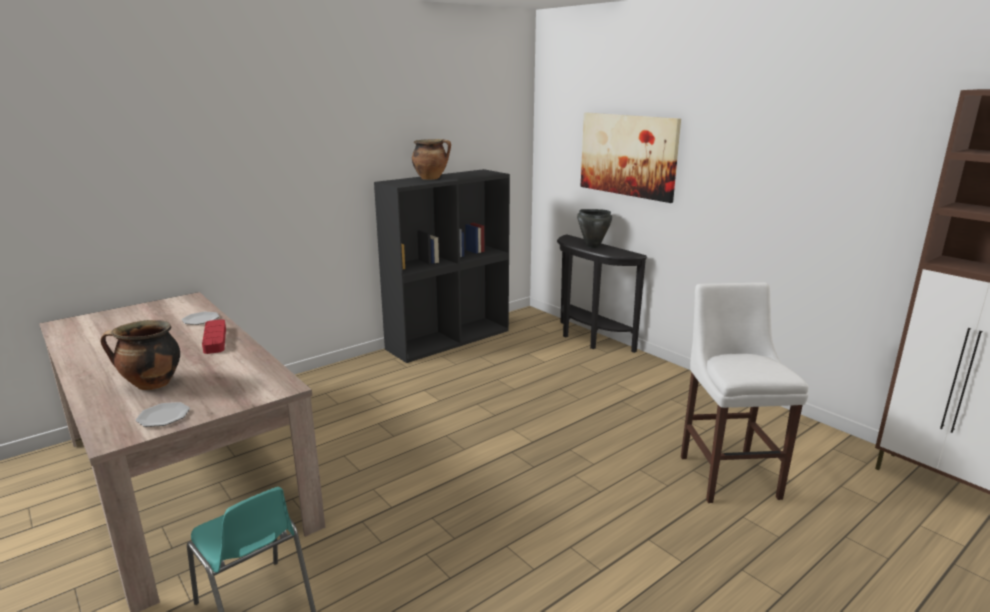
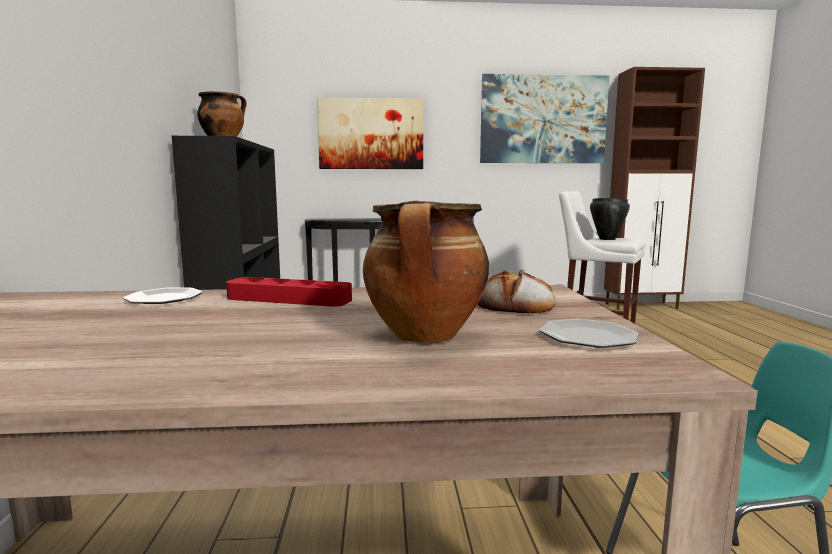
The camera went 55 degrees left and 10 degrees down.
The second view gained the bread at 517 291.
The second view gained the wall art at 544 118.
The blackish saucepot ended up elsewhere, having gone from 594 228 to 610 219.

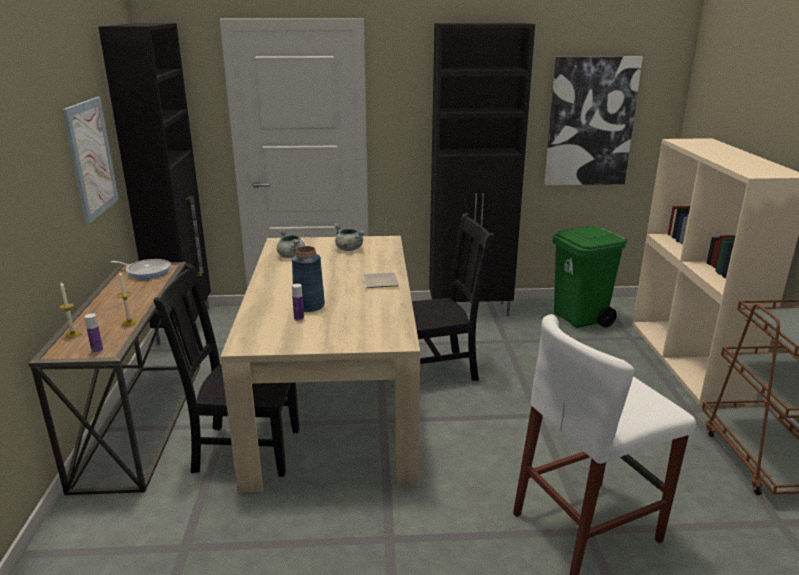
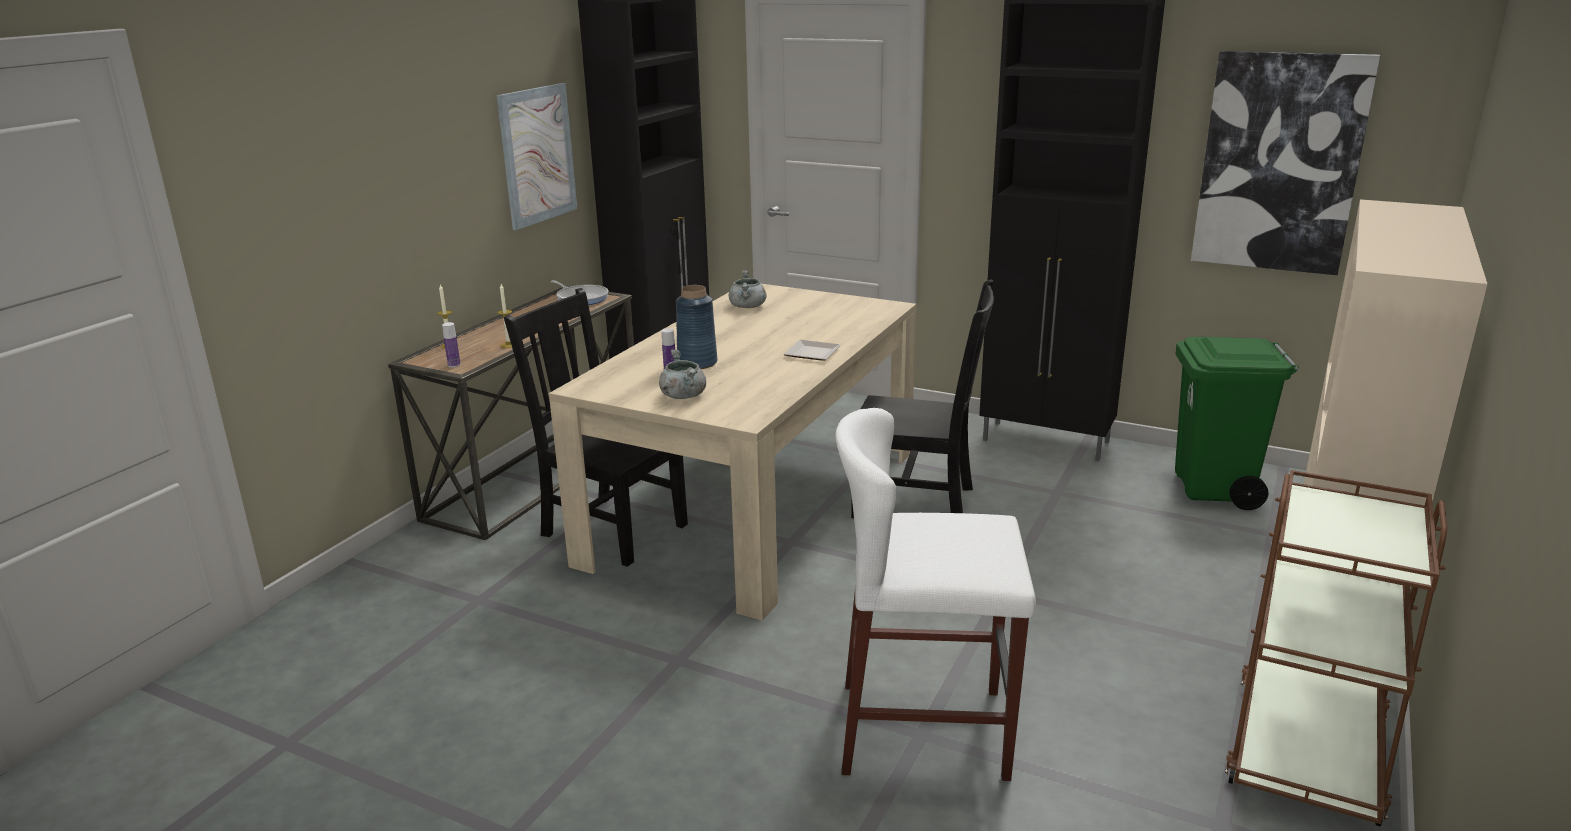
The camera went 30 degrees right and 0 degrees up.
The gray saucepot ended up elsewhere, having gone from 349 237 to 682 374.

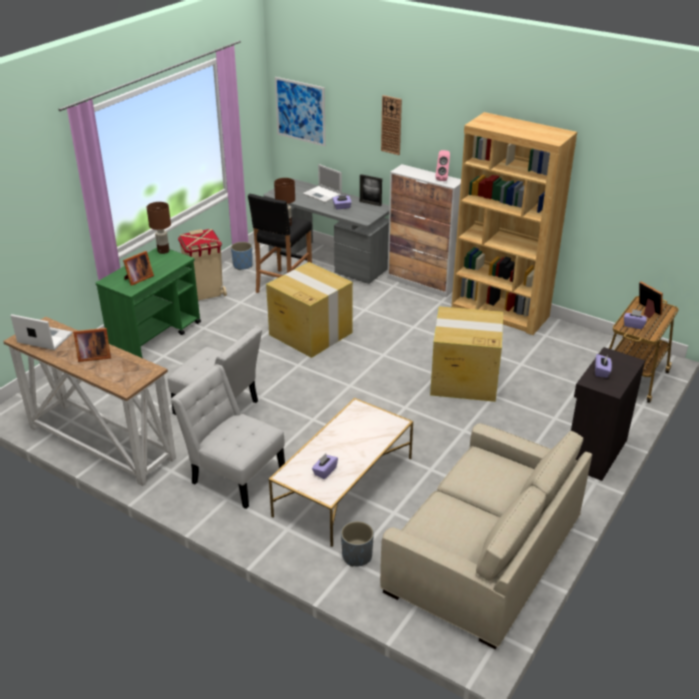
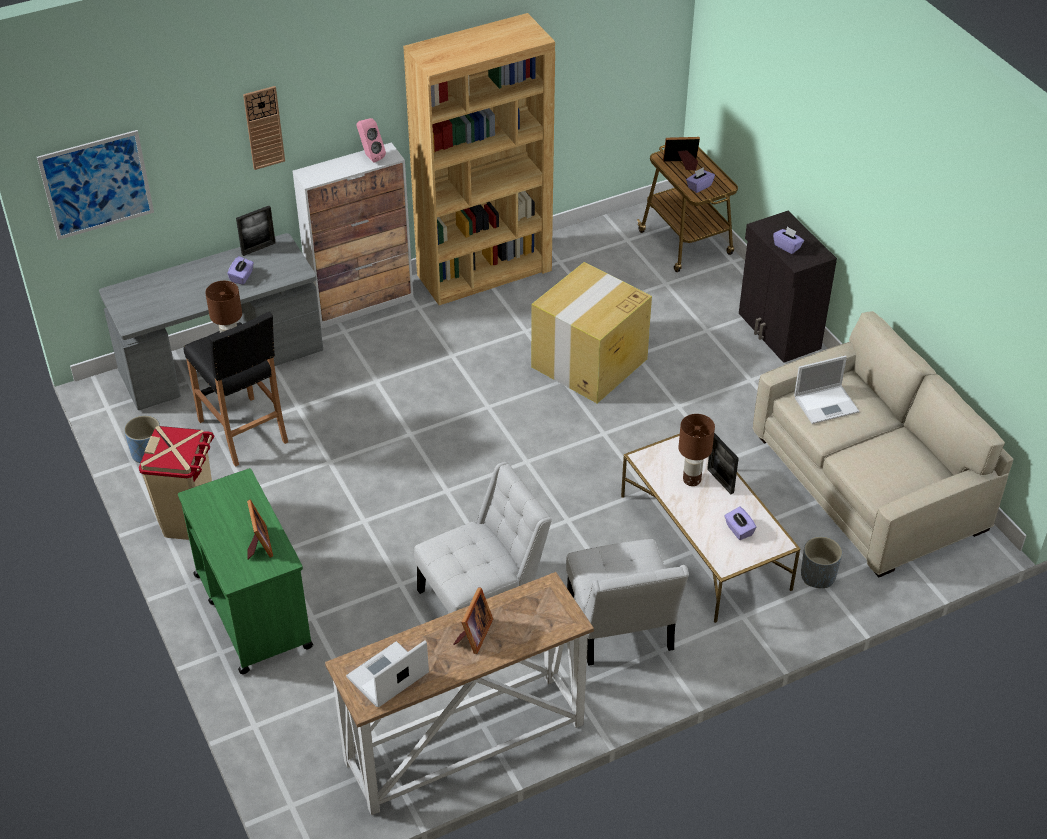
The camera went 60 degrees left and 10 degrees up.
The second view lost the carton at 309 310.
The second view gained the photo frame at 723 463.
The brown tabletop lamp ended up elsewhere, having gone from 159 228 to 696 450.
The portable computer ended up elsewhere, having gone from 322 183 to 826 389.
The whitish chair at 228 436 ended up facing another way, 75 degrees counterclockwise from before.

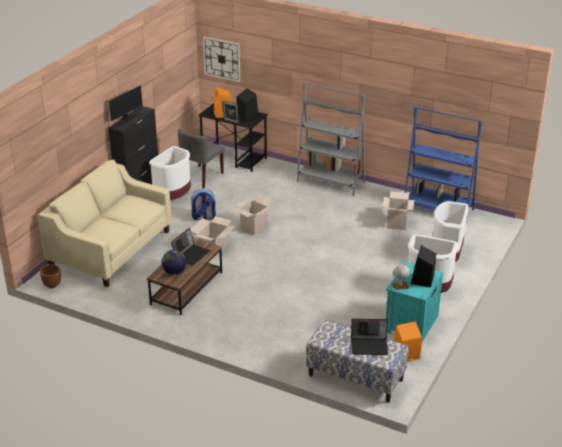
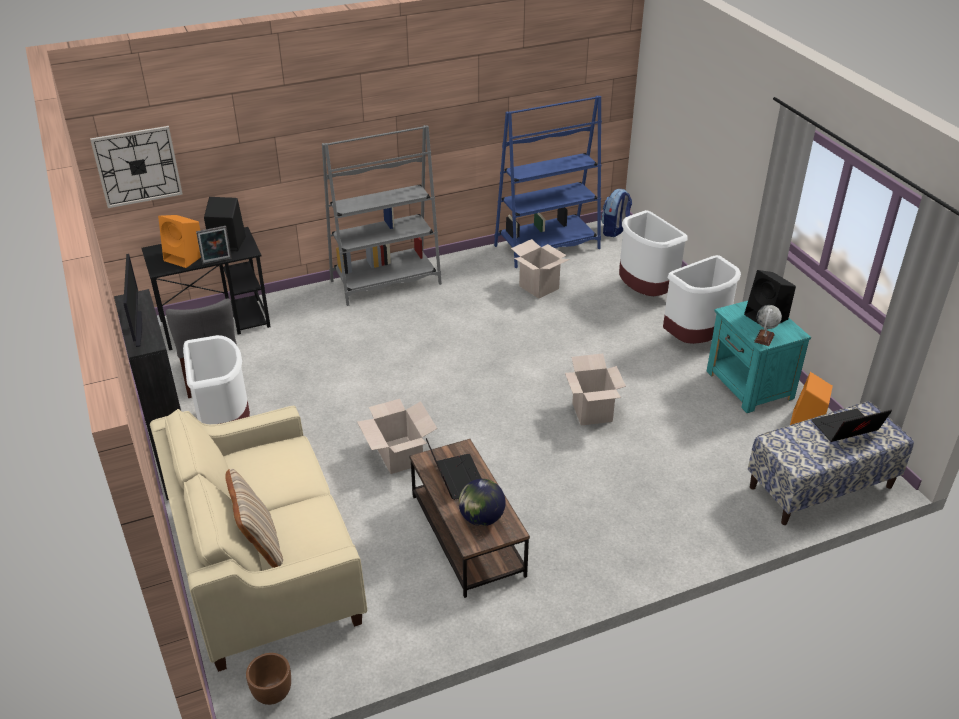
The camera went 50 degrees left and 5 degrees up.
The second view gained the sand-coloured throw pillow at 254 518.
The knapsack ended up elsewhere, having gone from 203 204 to 616 213.
The carton ended up elsewhere, having gone from 253 214 to 595 390.
The portable computer at 369 337 ended up facing another way, 150 degrees counterclockwise from before.

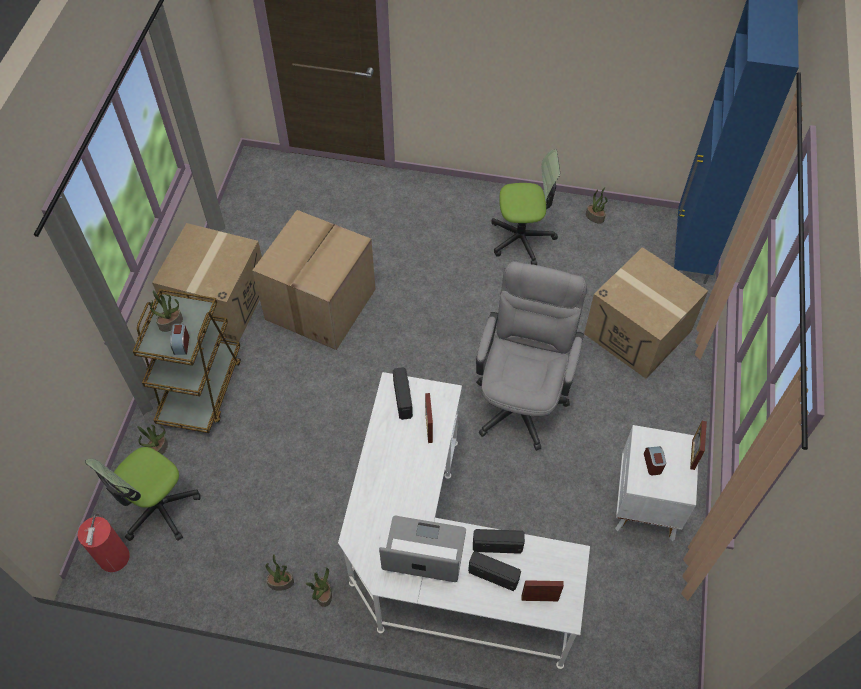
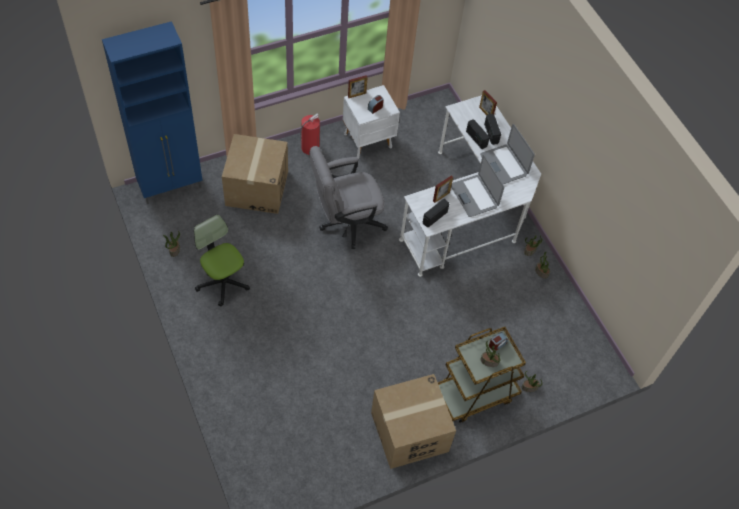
The camera went 130 degrees left and 0 degrees up.
The second view lost the office chair at 143 494.
The second view lost the carton at 313 280.
The second view gained the portable computer at 478 186.
The fire-fighting cylinder ended up elsewhere, having gone from 104 542 to 310 134.

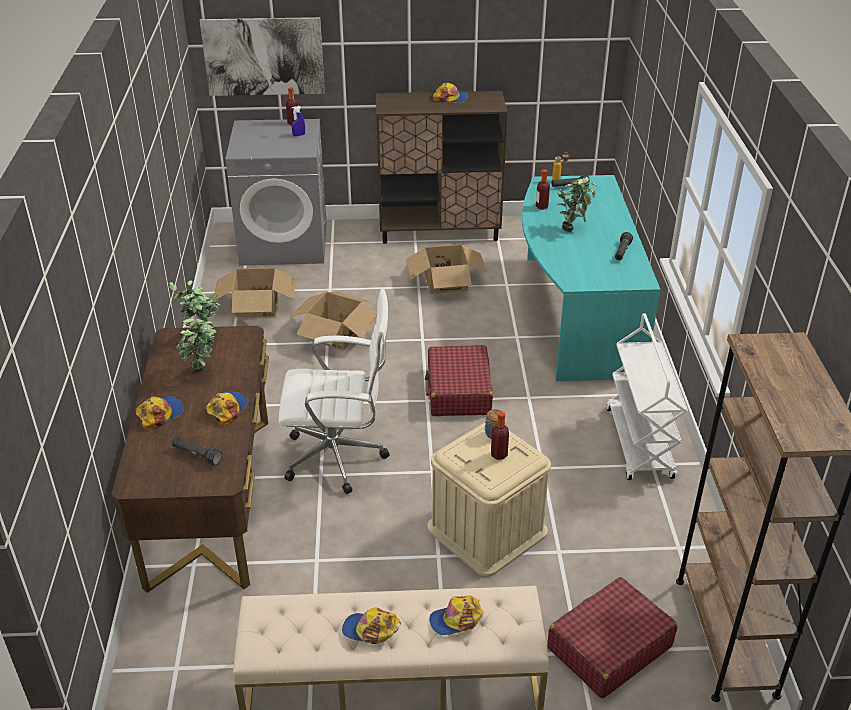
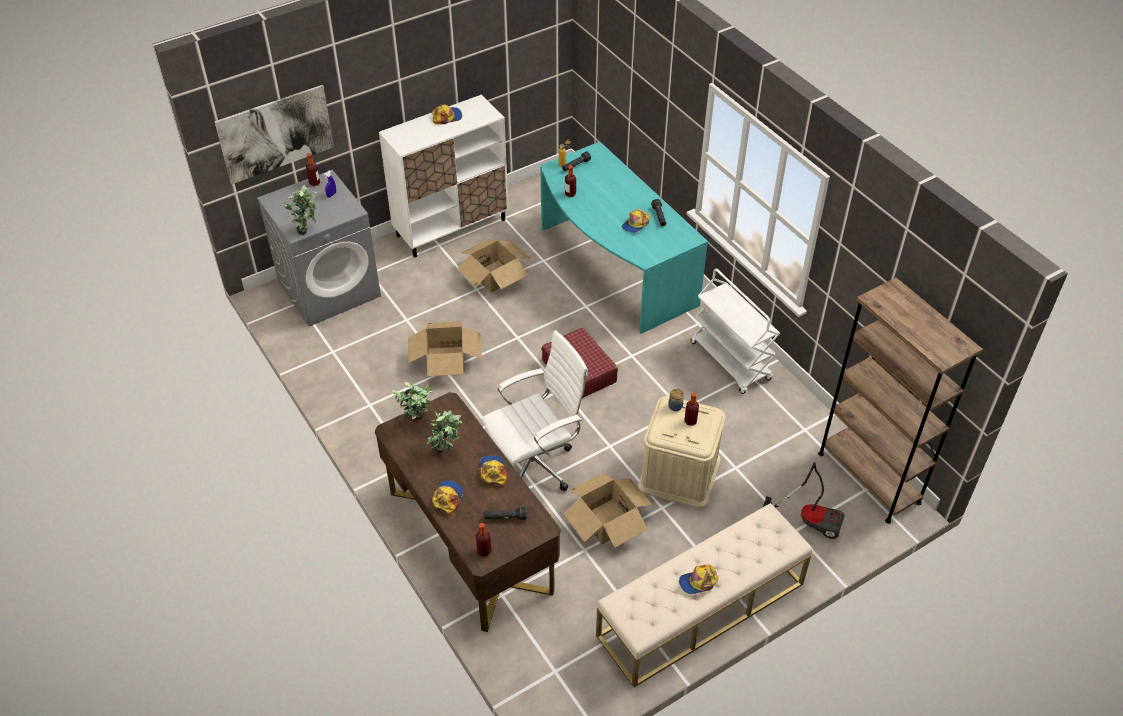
The camera went 30 degrees left and 10 degrees up.
The second view gained the beverage bottle at 483 540.
The carton ended up elsewhere, having gone from 255 292 to 608 510.
The cap ended up elsewhere, having gone from 456 615 to 636 221.
The houseplant ended up elsewhere, having gone from 577 204 to 300 210.
Where the reddish suitcase stood at 612 637, the vacuum came to stand at 803 500.
What was the brown storage cabinet at 442 167 turned into the whitish storage cabinet at 444 176.

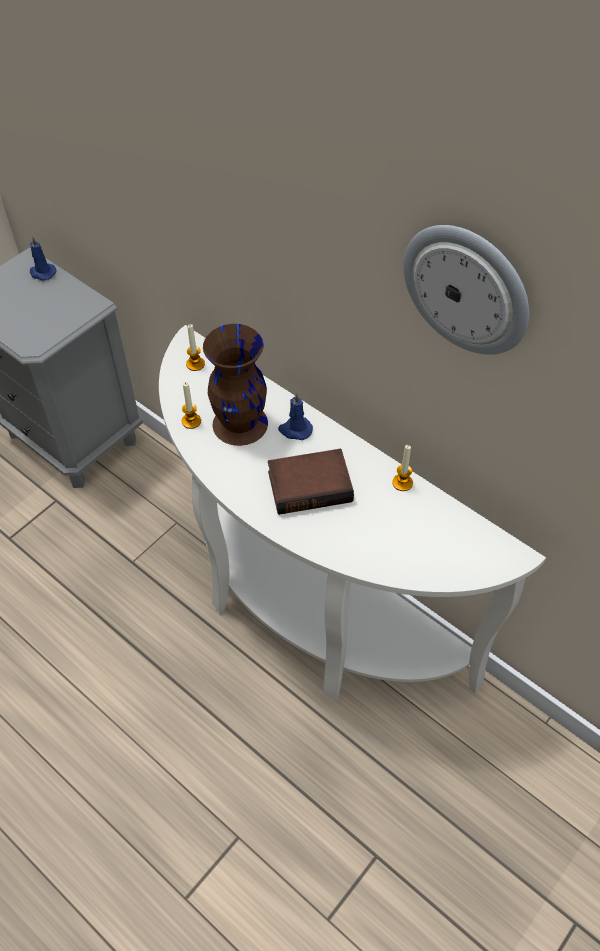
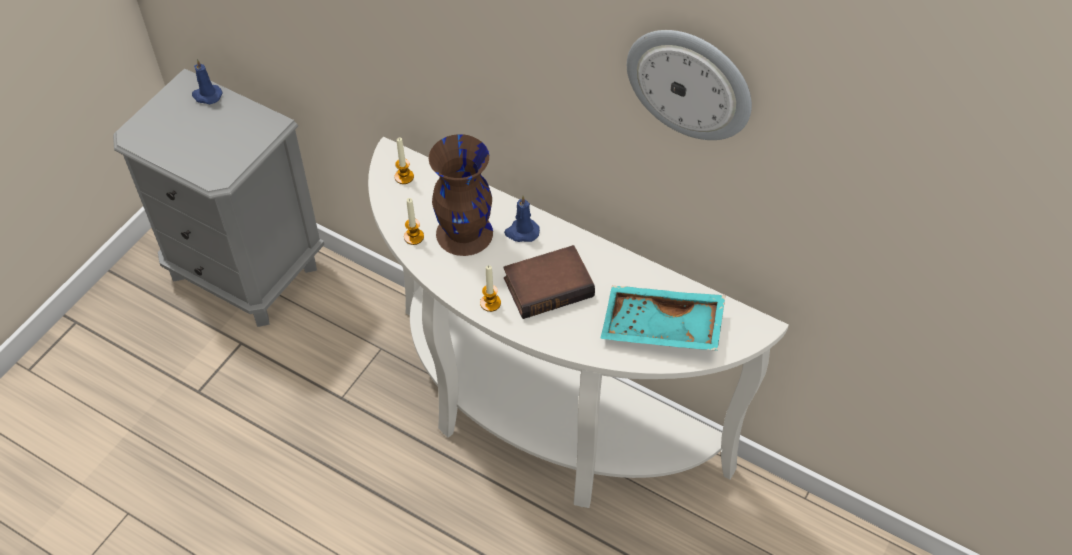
The camera went 10 degrees left and 0 degrees up.
The second view gained the blue-green tray at 663 318.
The wax candle ended up elsewhere, having gone from 402 468 to 490 288.

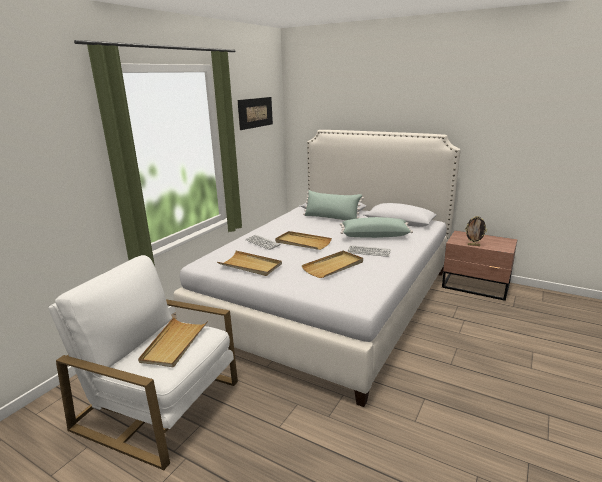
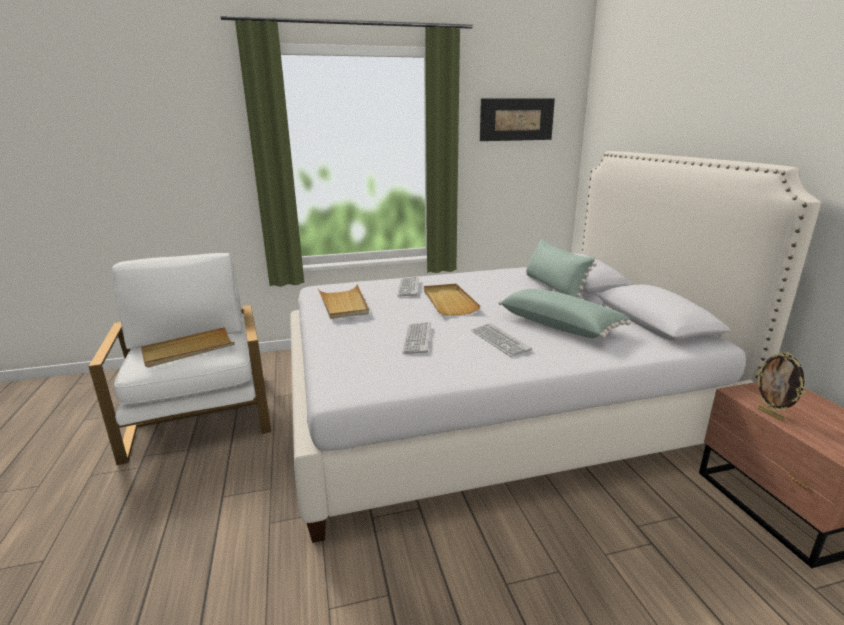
The camera went 45 degrees right and 0 degrees up.
Where the sand-coloured tray stood at 332 264, the keyboard came to stand at 416 338.

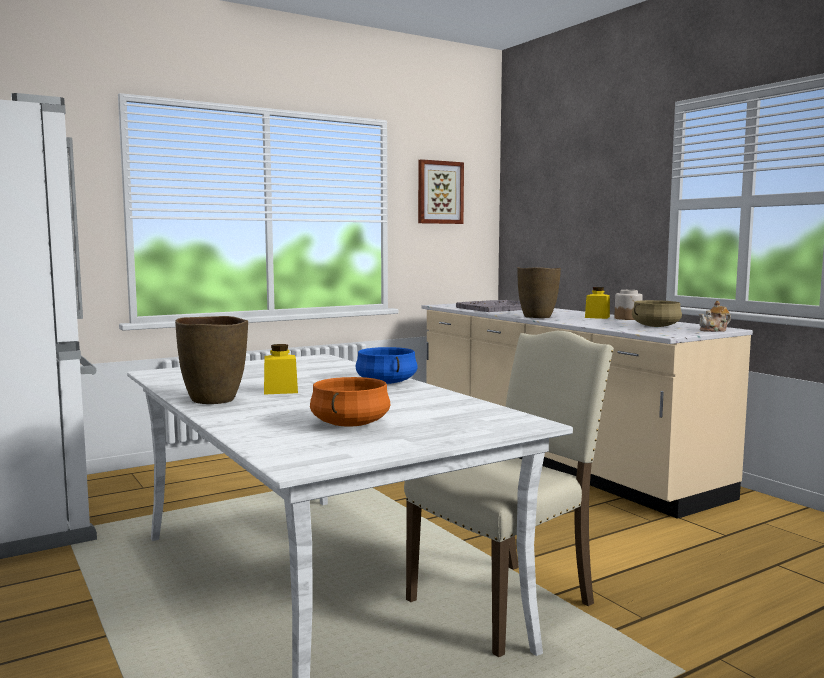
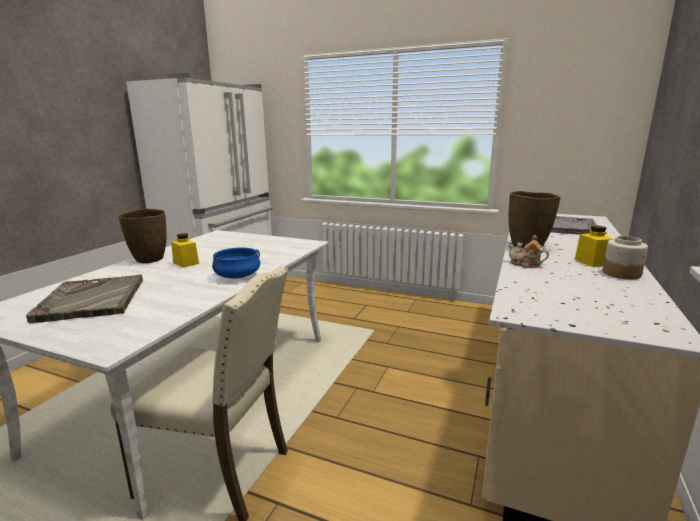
The camera went 55 degrees right and 10 degrees up.
The second view lost the wall art at 441 191.
The second view lost the sand-coloured saucepot at 657 313.
The teapot ended up elsewhere, having gone from 715 316 to 528 251.
Where the orangey saucepot stood at 350 402, the gray tray came to stand at 84 298.

